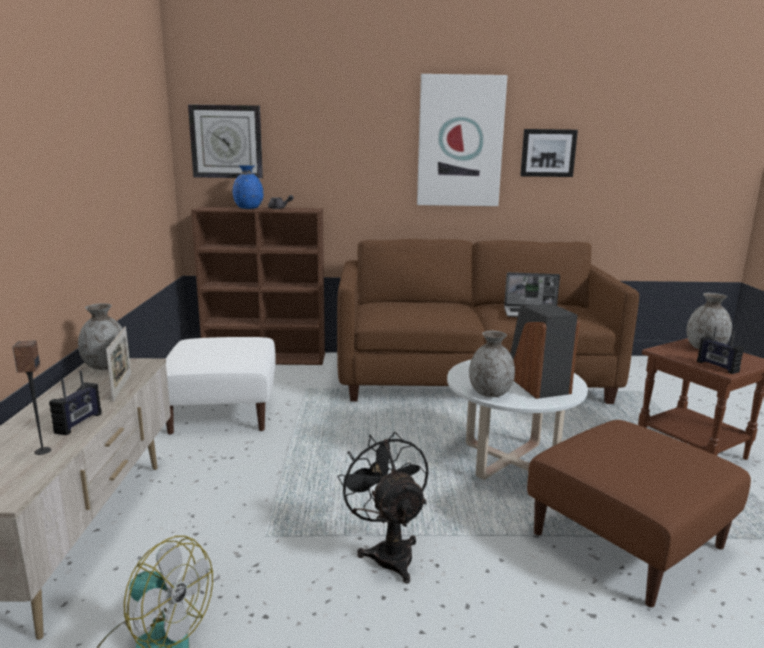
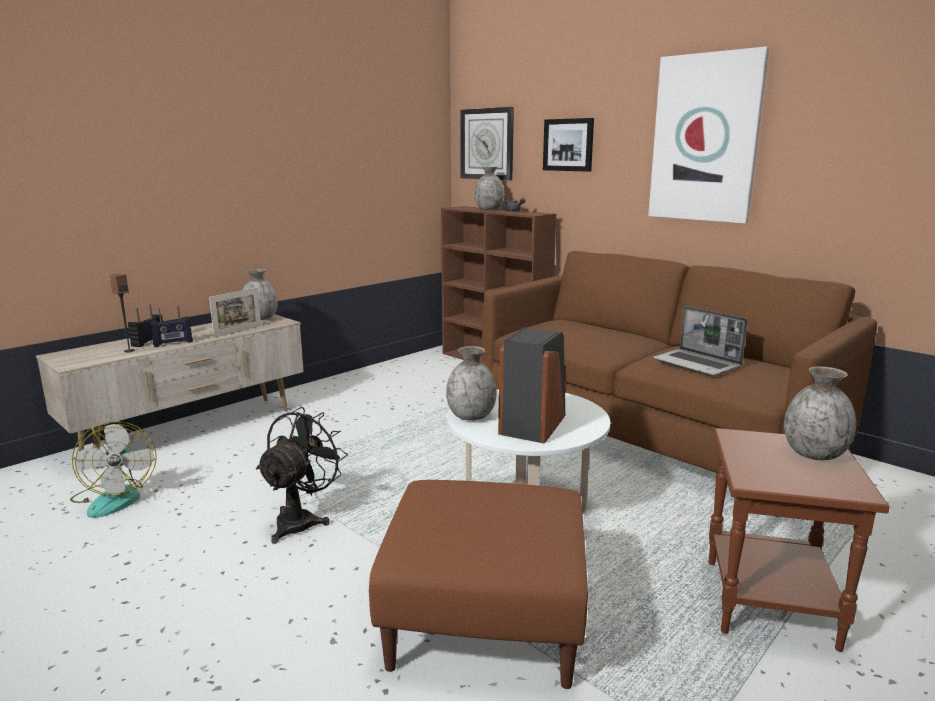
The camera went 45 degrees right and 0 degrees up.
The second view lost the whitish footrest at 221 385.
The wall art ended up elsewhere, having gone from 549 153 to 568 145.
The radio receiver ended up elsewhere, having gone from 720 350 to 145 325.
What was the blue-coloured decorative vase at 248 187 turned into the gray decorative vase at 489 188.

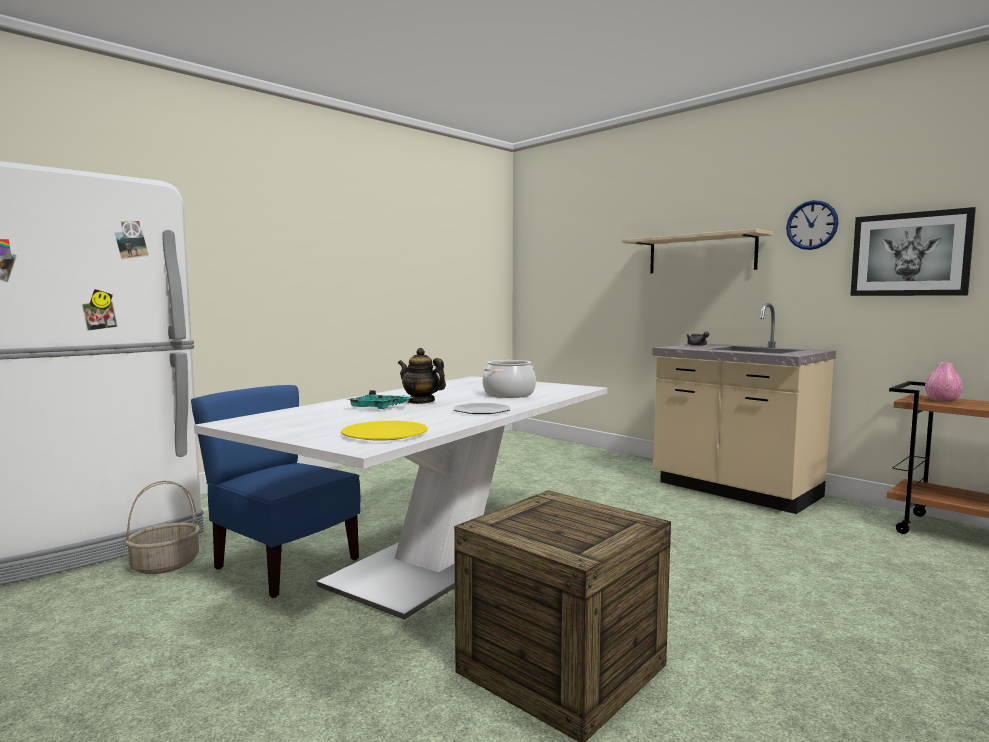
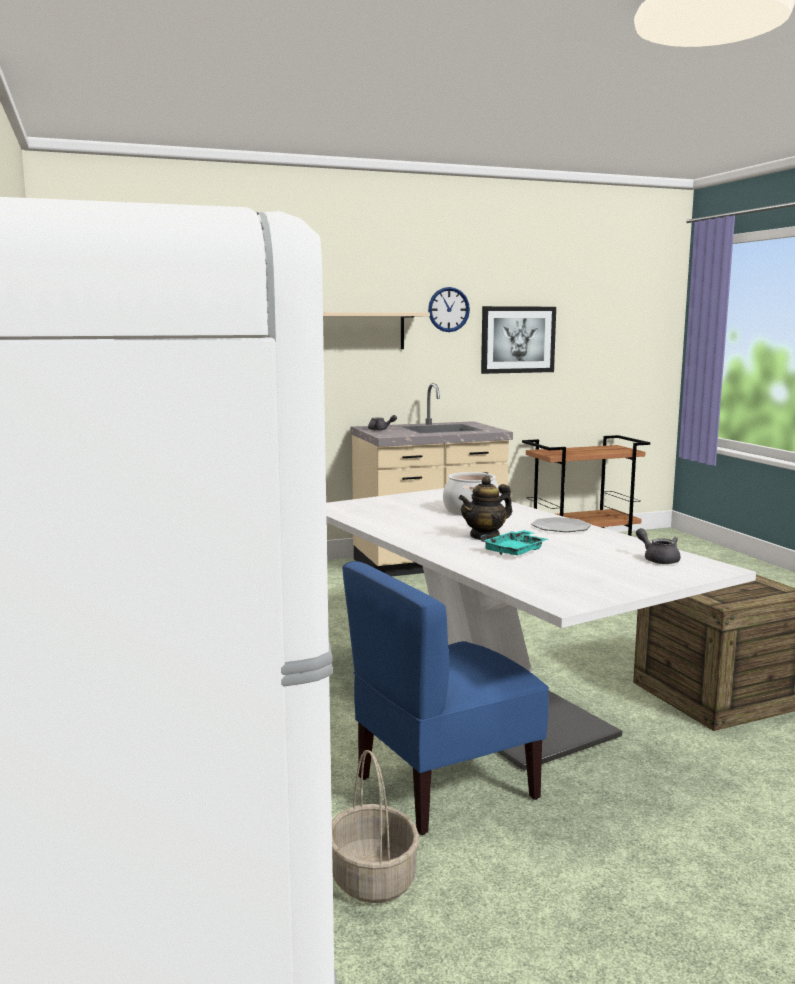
The camera went 65 degrees left and 5 degrees up.
The second view lost the pink decorative vase at 944 382.
Where the yellowish plate stood at 384 431, the gray teapot came to stand at 658 546.

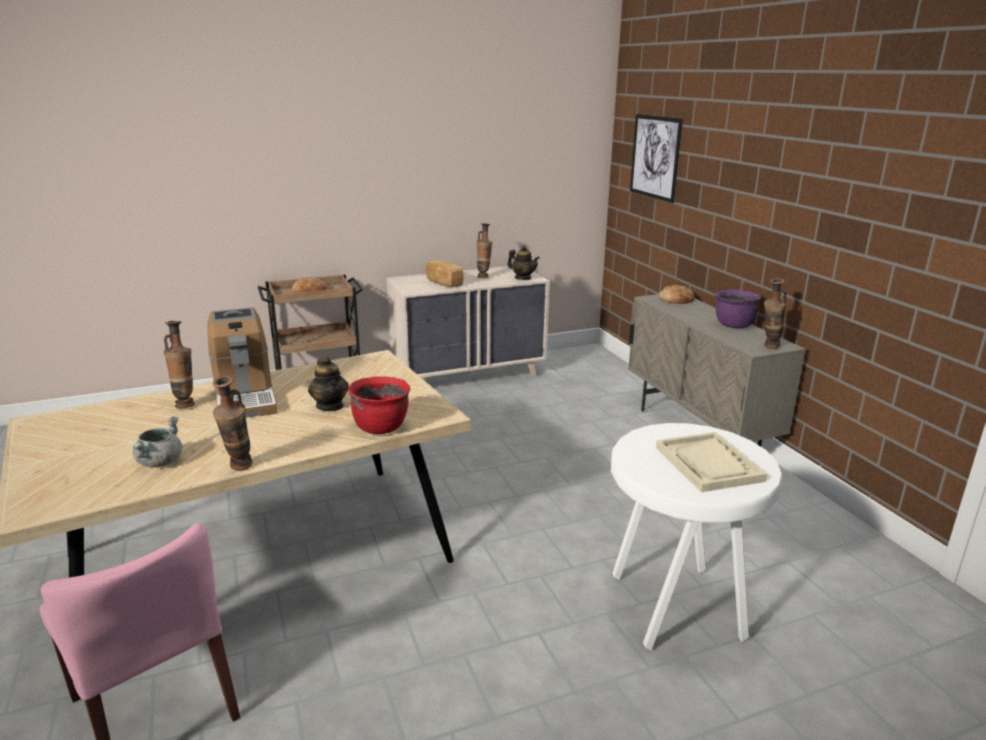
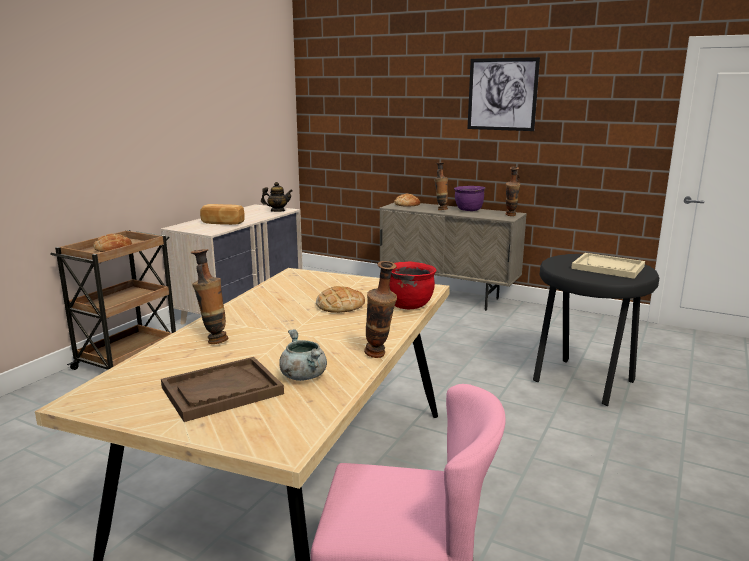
The camera went 40 degrees left and 5 degrees down.
The second view lost the coffee brewer at 242 362.
The second view gained the brown tray at 222 389.
The decorative vase ended up elsewhere, having gone from 485 250 to 441 186.
The wall art ended up elsewhere, having gone from 656 158 to 503 94.
Where the teapot stood at 328 383, the bread came to stand at 340 299.
What was the whitish stool at 697 536 turned into the blackish stool at 596 330.

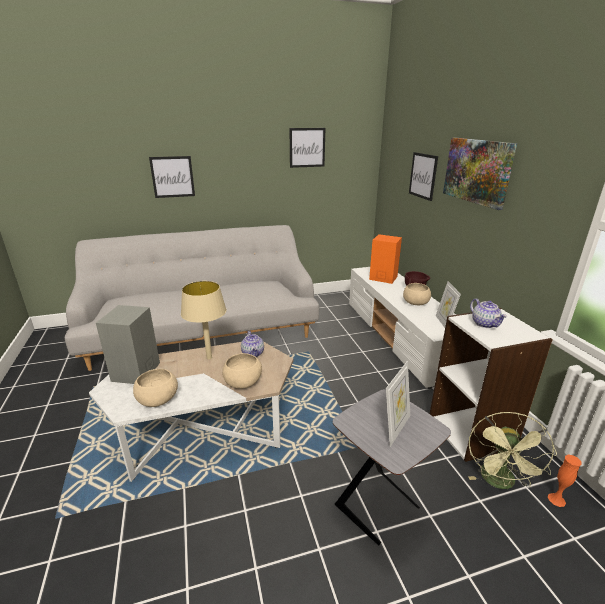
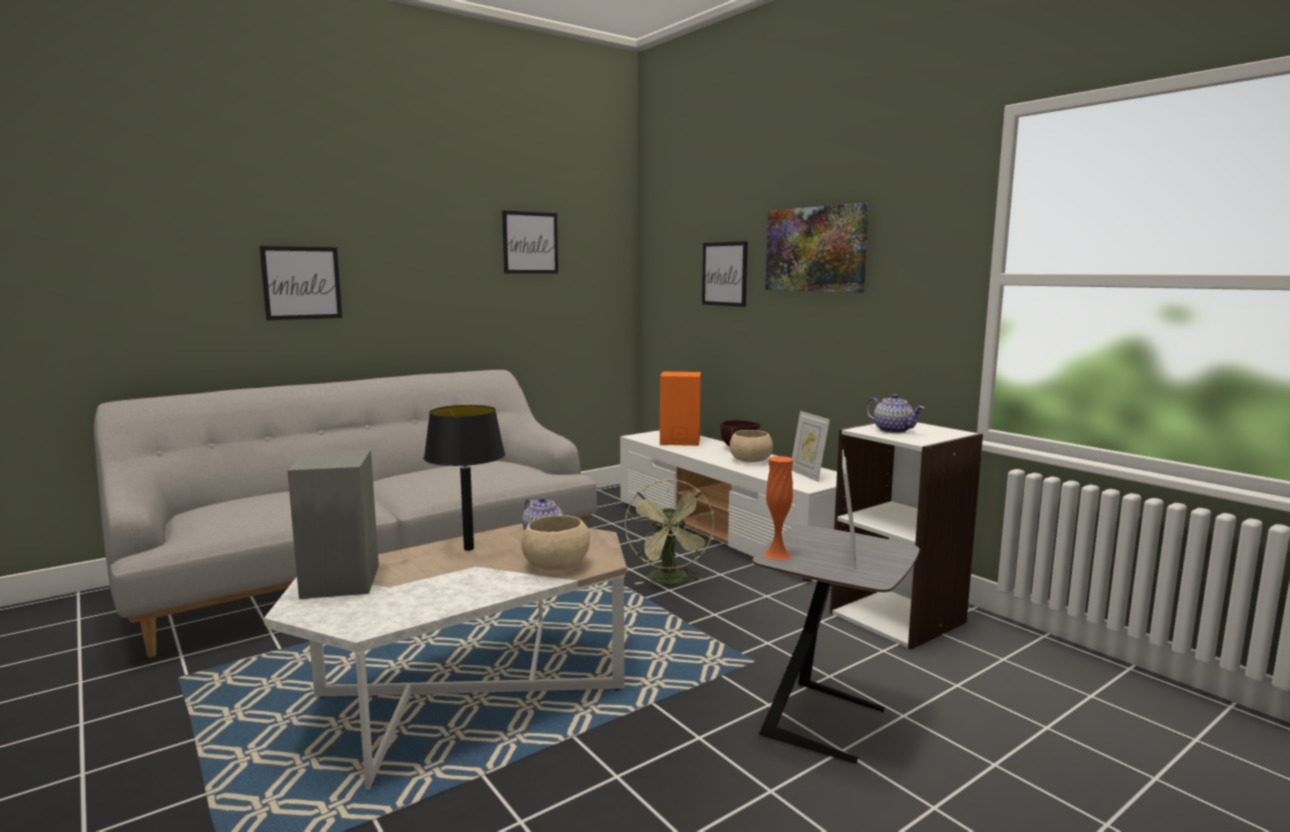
The camera went 20 degrees left and 15 degrees down.
The second view lost the sand-coloured bowl at 155 388.
The greenish electric fan ended up elsewhere, having gone from 512 450 to 669 532.
The orangey decorative vase ended up elsewhere, having gone from 564 481 to 778 508.
What was the sand-coloured tabletop lamp at 204 320 turned into the blackish tabletop lamp at 464 478.

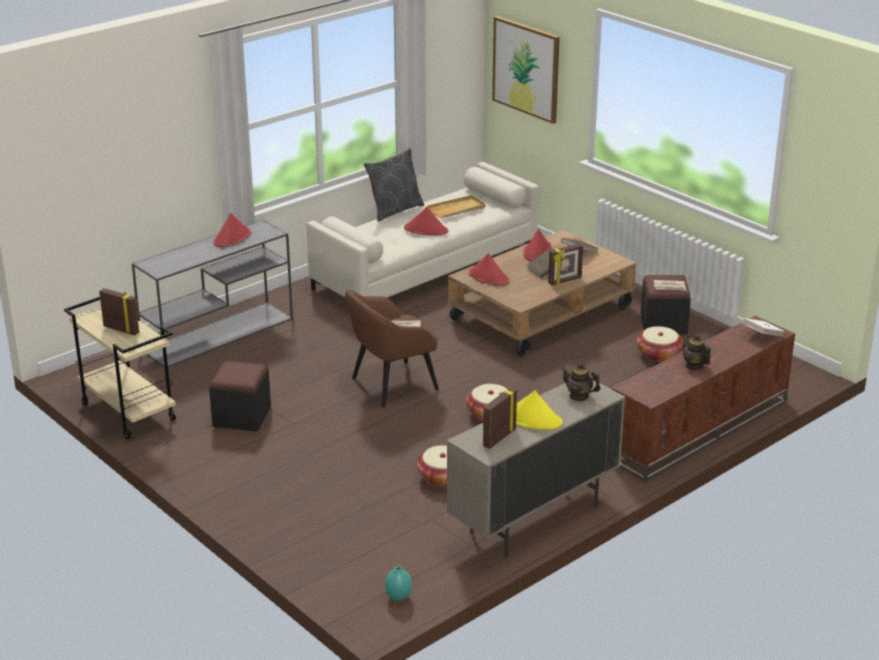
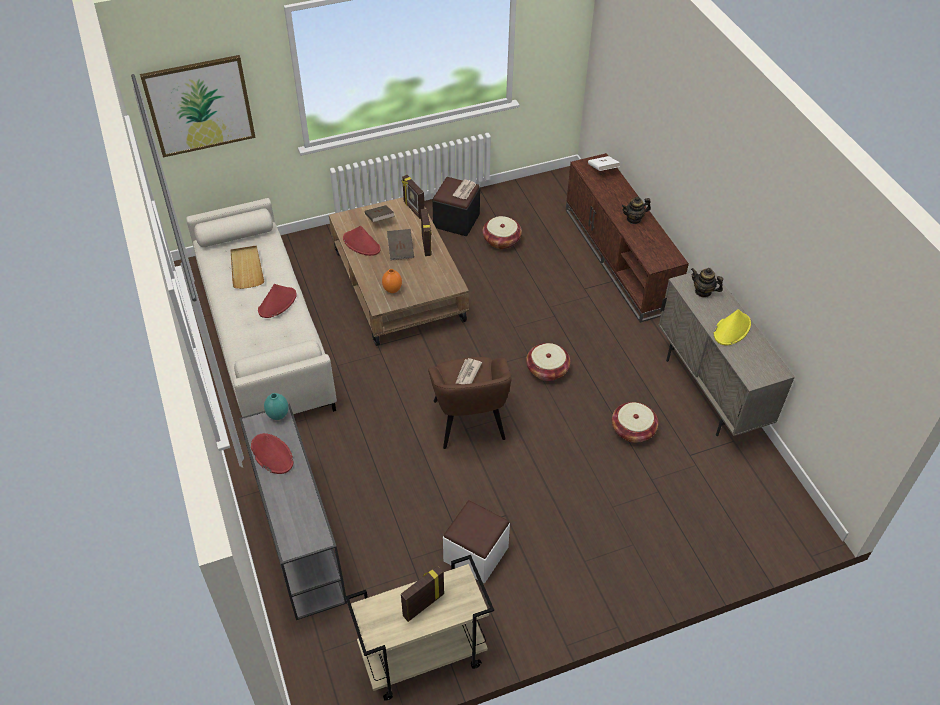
The camera went 70 degrees left and 20 degrees up.
The second view lost the gray throw pillow at 394 185.
The blue-green decorative vase ended up elsewhere, having gone from 398 584 to 276 406.
The photo frame ended up elsewhere, having gone from 500 418 to 413 197.
Where the reddish hat stood at 489 269, the orangey decorative vase came to stand at 392 281.
What was the blackish footrest at 240 396 turned into the whitish footrest at 476 541.
The teapot at 581 381 ended up facing another way, 75 degrees clockwise from before.

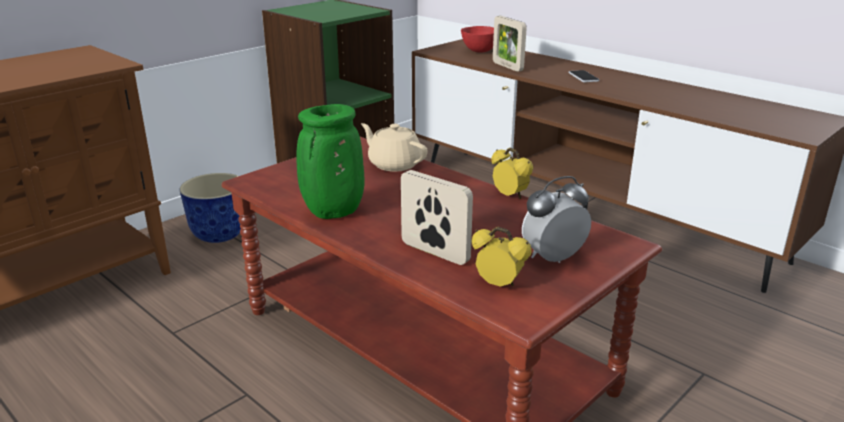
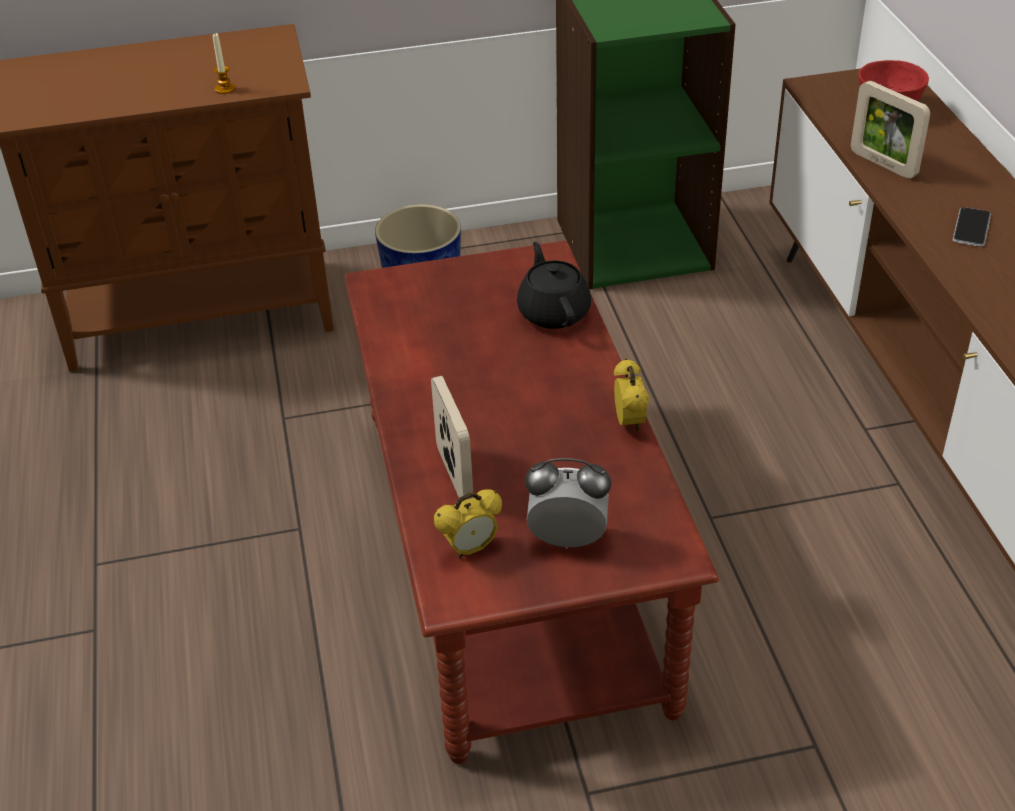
The camera went 35 degrees right and 15 degrees up.
The second view lost the greenish decorative vase at 330 161.
The second view gained the wax candle at 224 63.
What was the sand-coloured teapot at 394 147 turned into the blackish teapot at 554 285.
The bedside clock at 502 257 ended up facing another way, 90 degrees clockwise from before.
The photo frame at 510 44 ended up facing another way, 45 degrees counterclockwise from before.

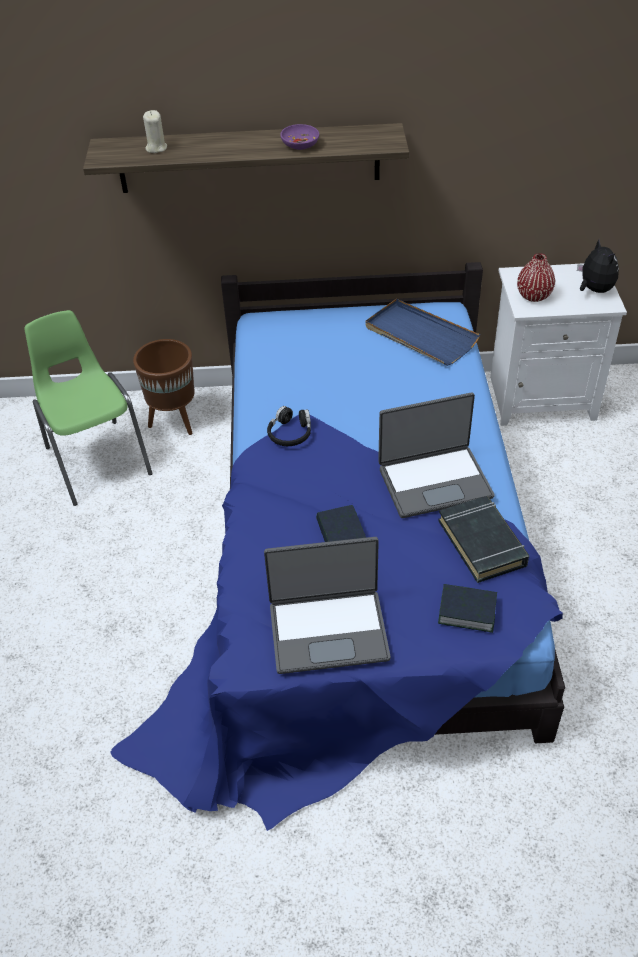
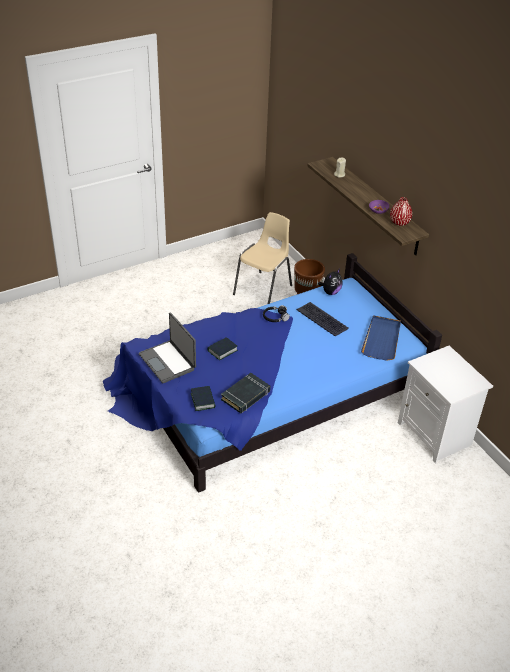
The camera went 60 degrees right and 5 degrees down.
The second view lost the portable computer at 436 455.
The second view gained the keyboard at 323 319.
The reddish decorative vase ended up elsewhere, having gone from 536 277 to 401 211.
The plush toy ended up elsewhere, having gone from 598 266 to 330 282.
What was the greenish chair at 88 408 turned into the sand-coloured chair at 262 258.

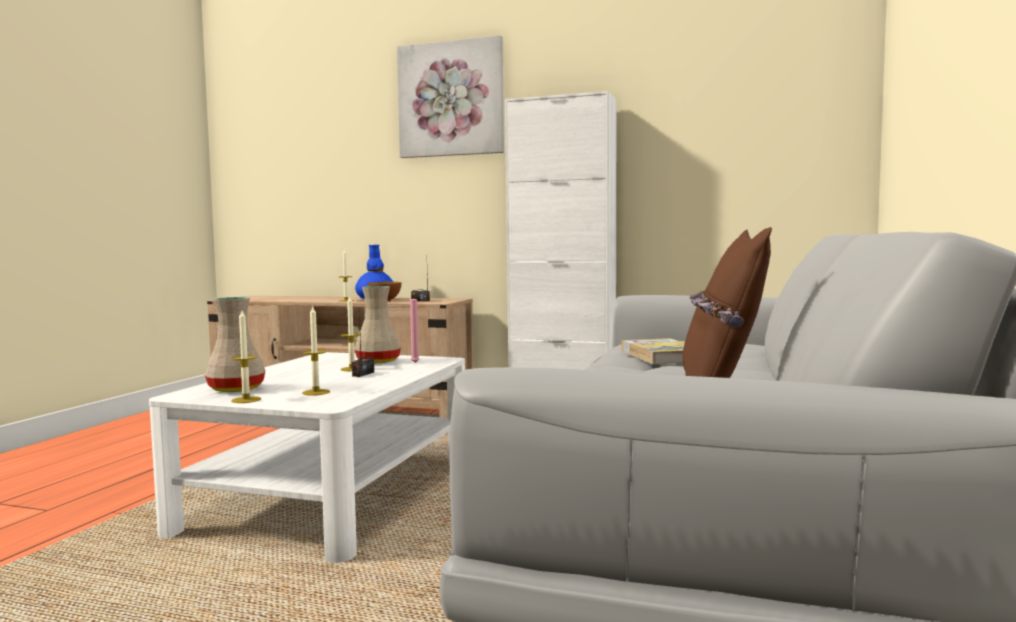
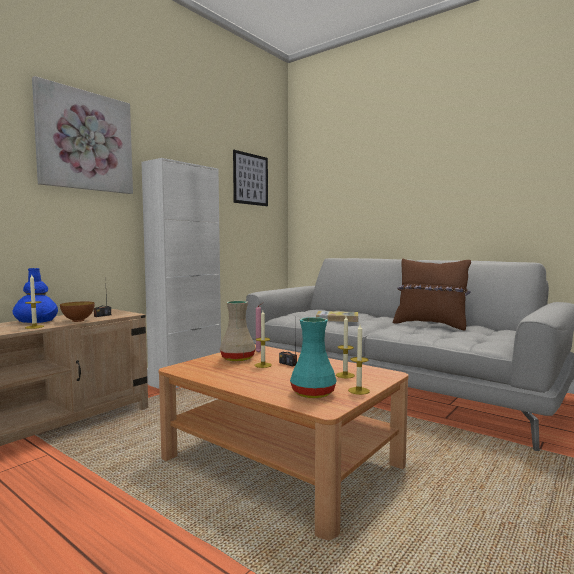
The camera went 70 degrees left and 0 degrees up.
The second view gained the wall art at 250 178.
What was the whitish low table at 307 457 turned into the brown low table at 283 442.
What was the sand-coloured decorative vase at 235 344 turned into the blue-green decorative vase at 313 357.

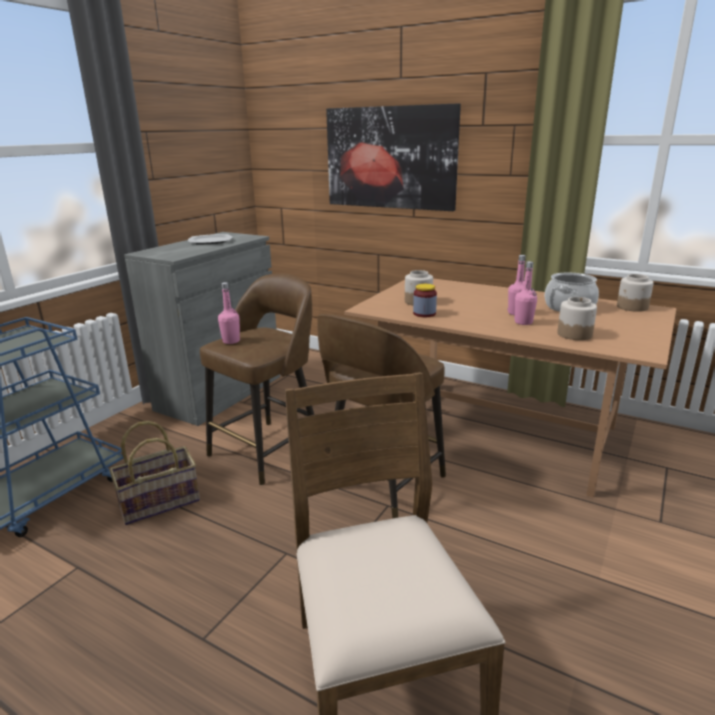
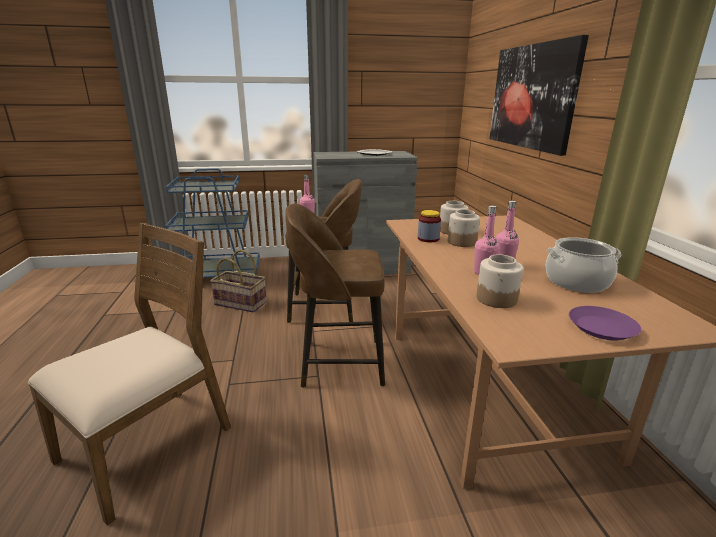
The camera went 50 degrees right and 0 degrees up.
The second view gained the purple-coloured plate at 605 323.
The preserve jar ended up elsewhere, having gone from 635 293 to 464 228.

